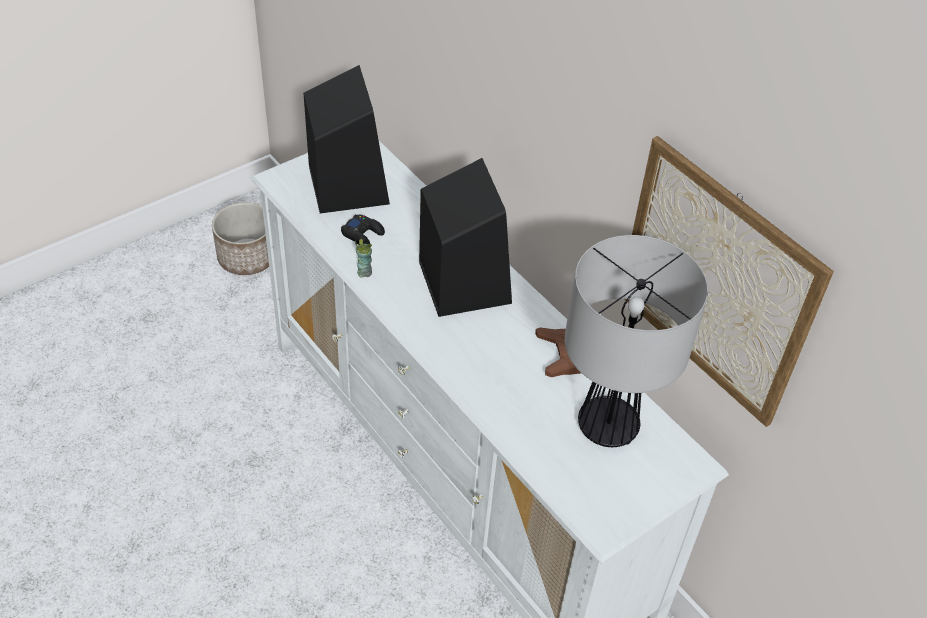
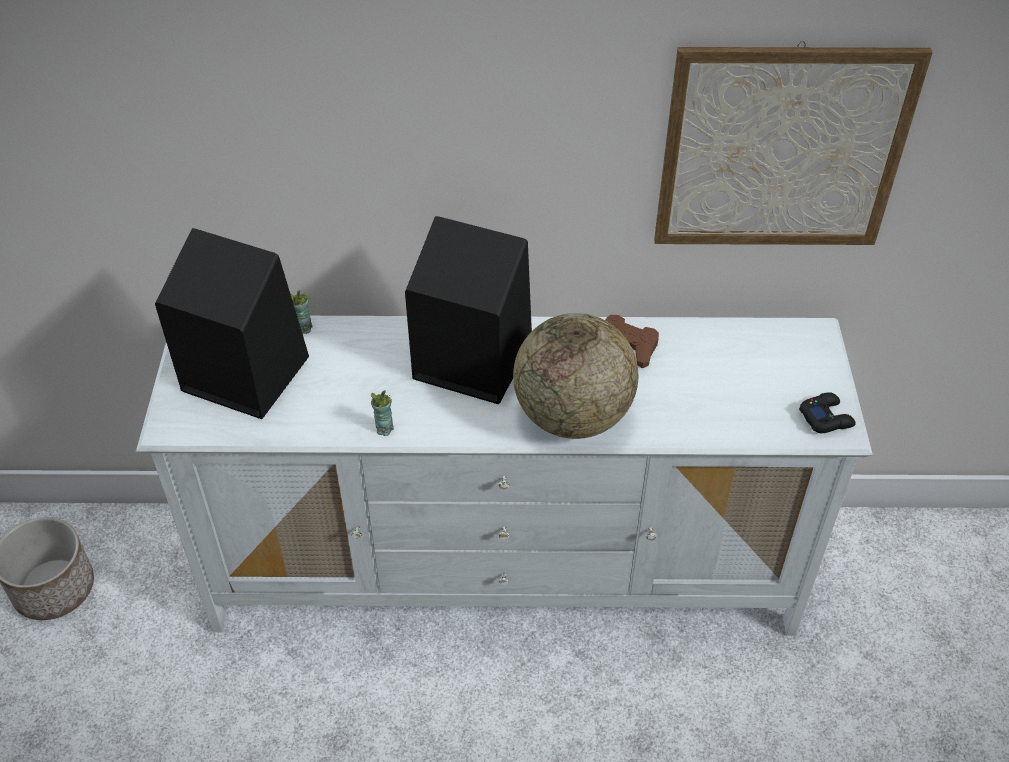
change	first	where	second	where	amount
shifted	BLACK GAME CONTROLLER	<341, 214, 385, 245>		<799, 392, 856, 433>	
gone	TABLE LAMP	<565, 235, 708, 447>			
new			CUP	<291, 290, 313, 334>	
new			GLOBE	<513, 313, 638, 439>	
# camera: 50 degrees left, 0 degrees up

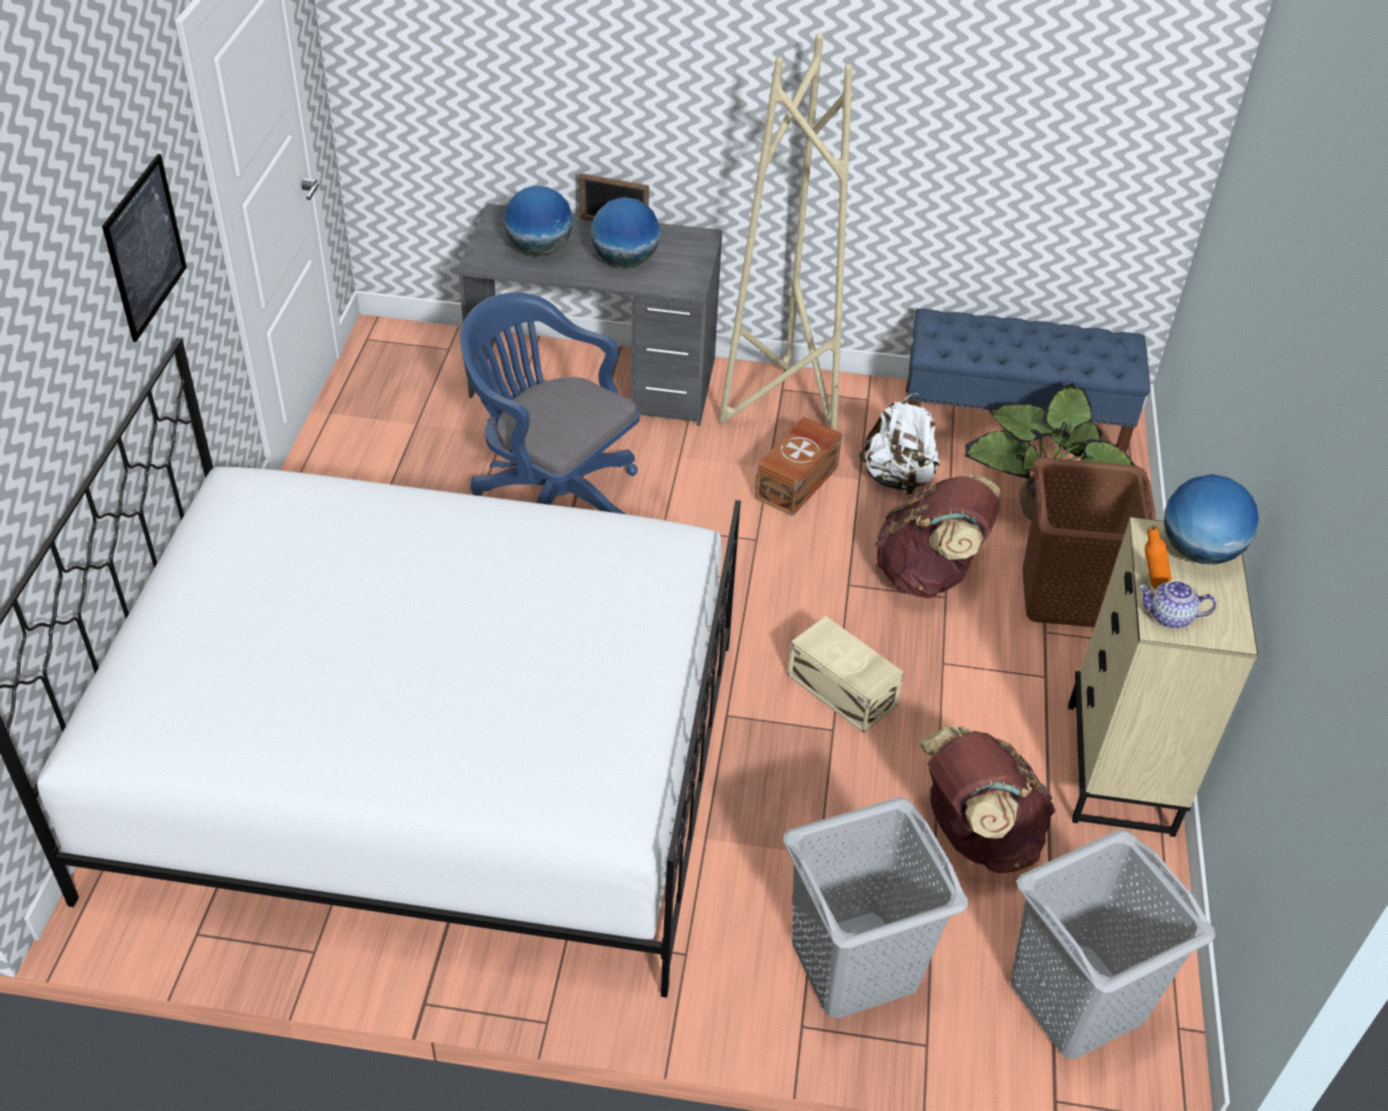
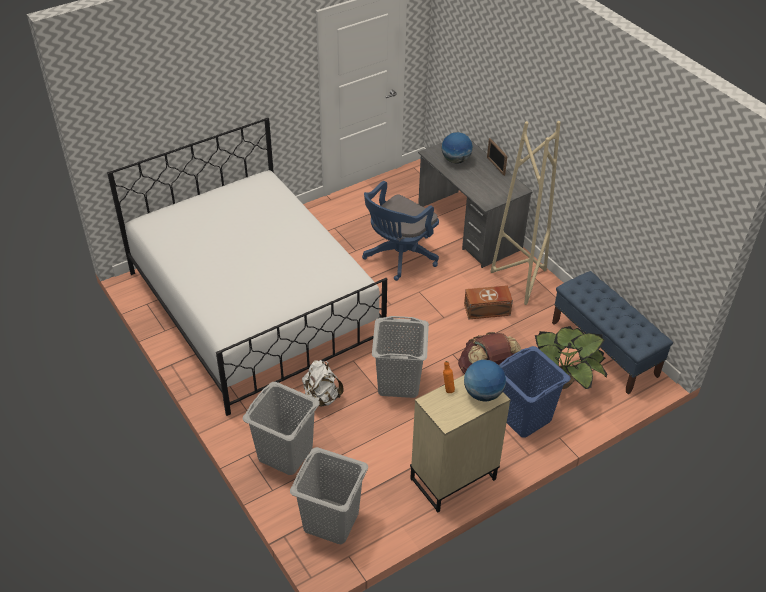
change	first	where	second	where	amount
gone	PICTURE	<102, 154, 187, 342>			
gone	GLOBE	<591, 197, 660, 268>			
rotated	BLUE OFFICE CHAIR	<460, 292, 640, 514>		<362, 181, 439, 281>	135 degrees counterclockwise
shifted	WHITE BACKPACK	<859, 393, 940, 494>		<302, 360, 344, 407>	
repainted	BROWN LAUNDRY BASKET	<1023, 457, 1156, 627>	BLUE LAUNDRY BASKET	<499, 346, 571, 437>	
gone	TEAPOT	<1139, 580, 1216, 628>			
swapped	BEIGE STORAGE BOX	<787, 616, 904, 733>	GREY LAUNDRY BASKET	<372, 316, 429, 398>	
gone	BROWN BACKPACK	<919, 725, 1056, 873>			
# camera: 50 degrees right, 0 degrees up

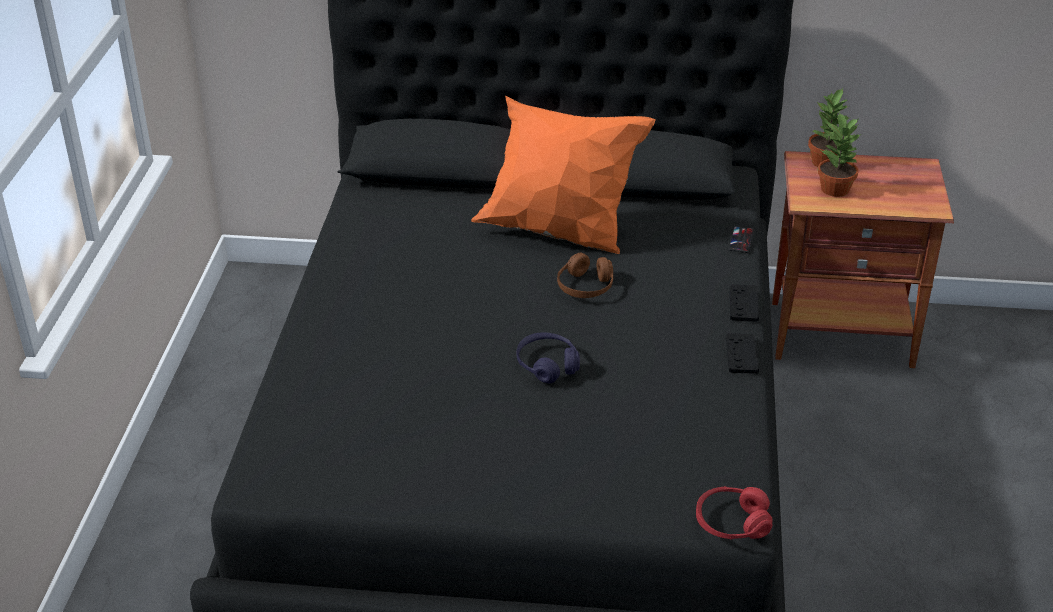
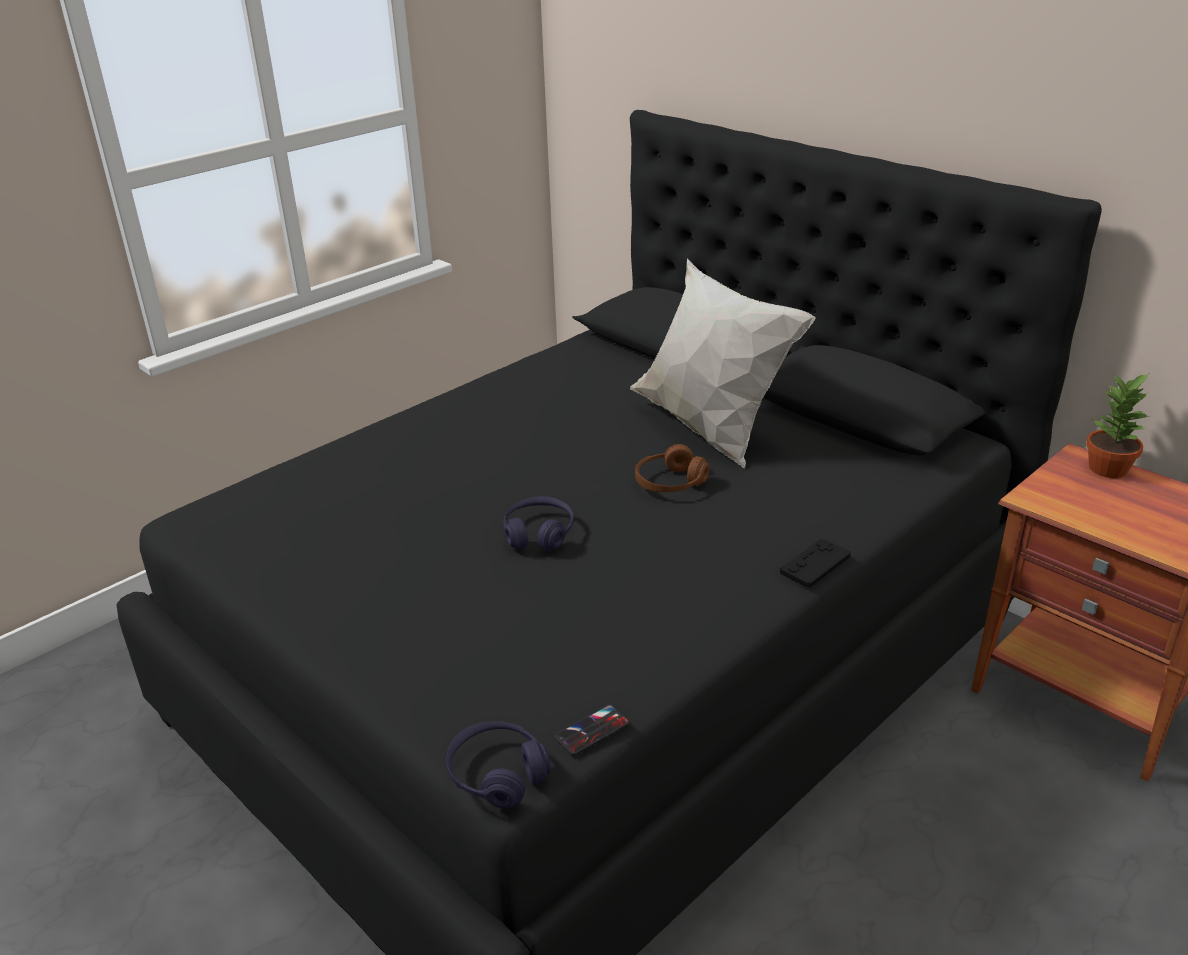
change	first	where	second	where	amount
repainted	ORANGE PILLOW	<471, 96, 656, 254>	WHITE PILLOW	<630, 258, 816, 468>	
gone	POTTED PLANT	<818, 111, 860, 197>			
shifted	PHONE	<728, 226, 754, 253>		<554, 704, 630, 756>	
gone	BLACK GAME CONTROLLER	<726, 333, 759, 374>			
repainted	RED HEADPHONES	<696, 486, 773, 540>	PURPLE HEADPHONES	<446, 721, 551, 808>	
# camera: 40 degrees right, 5 degrees down

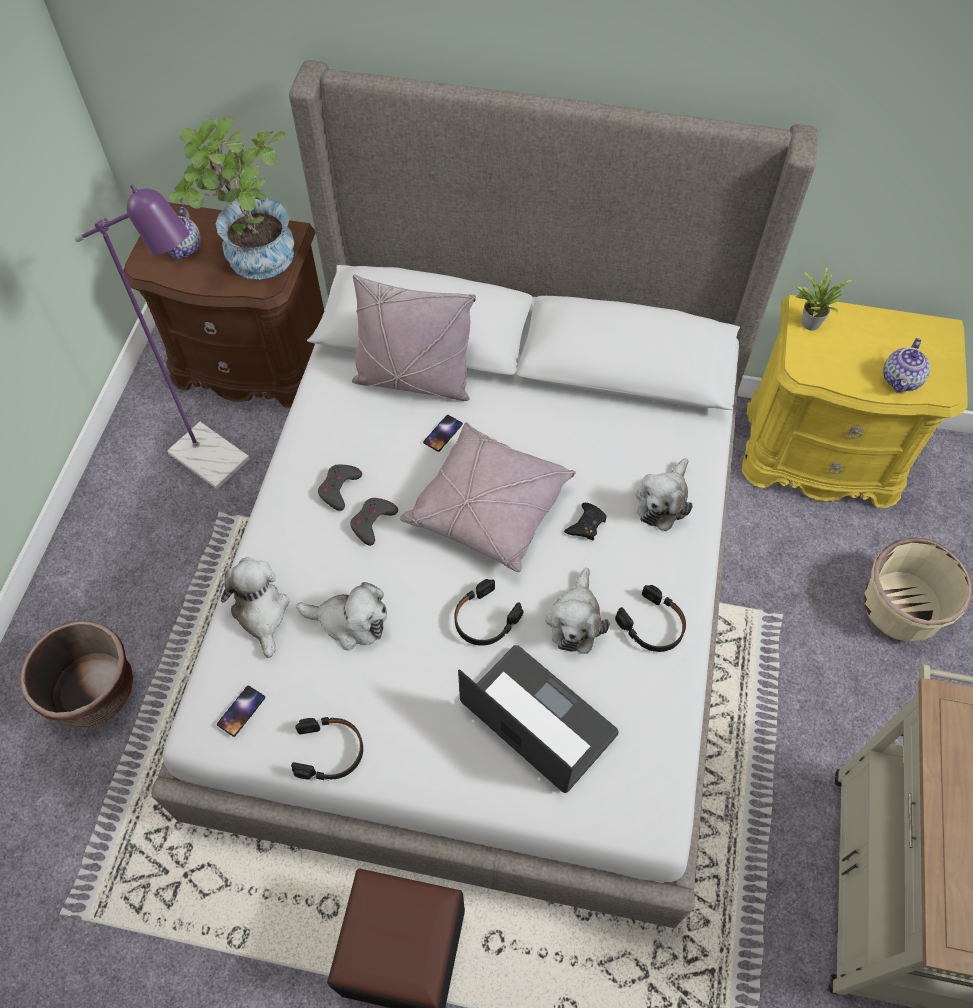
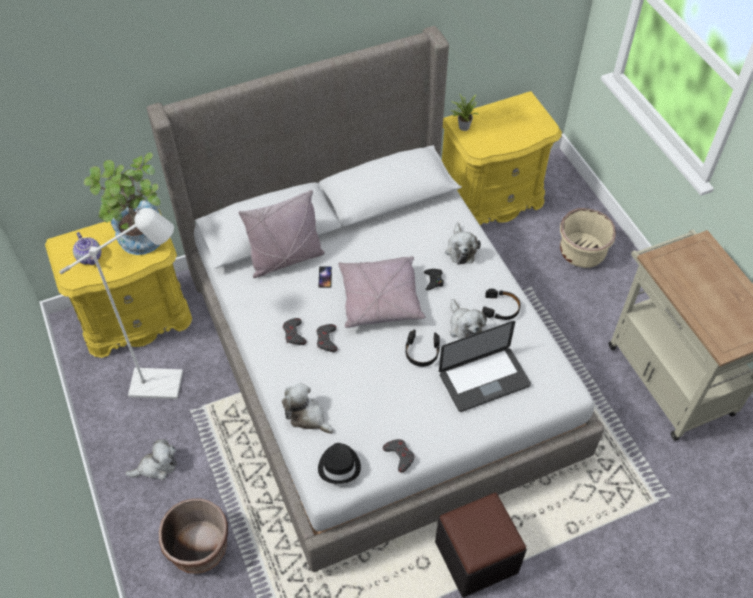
change	first	where	second	where	amount
repainted	PURPLE FLOOR LAMP	<75, 184, 250, 489>	WHITE FLOOR LAMP	<59, 208, 183, 399>	
repainted	BROWN NIGHTSTAND	<123, 202, 324, 408>	YELLOW NIGHTSTAND	<45, 209, 192, 358>	
gone	TEAPOT	<883, 338, 930, 393>			
shifted	PLUSH TOY	<296, 582, 387, 651>		<126, 439, 177, 480>	
rotated	LAPTOP	<458, 645, 619, 793>		<439, 321, 531, 412>	150 degrees clockwise
swapped	PHONE	<217, 686, 265, 737>	BLACK HAT	<318, 443, 361, 484>	
swapped	BLACK HEADPHONES	<291, 717, 363, 780>	GREY GAME CONTROLLER	<383, 439, 415, 473>	
# camera: 35 degrees left, 5 degrees down

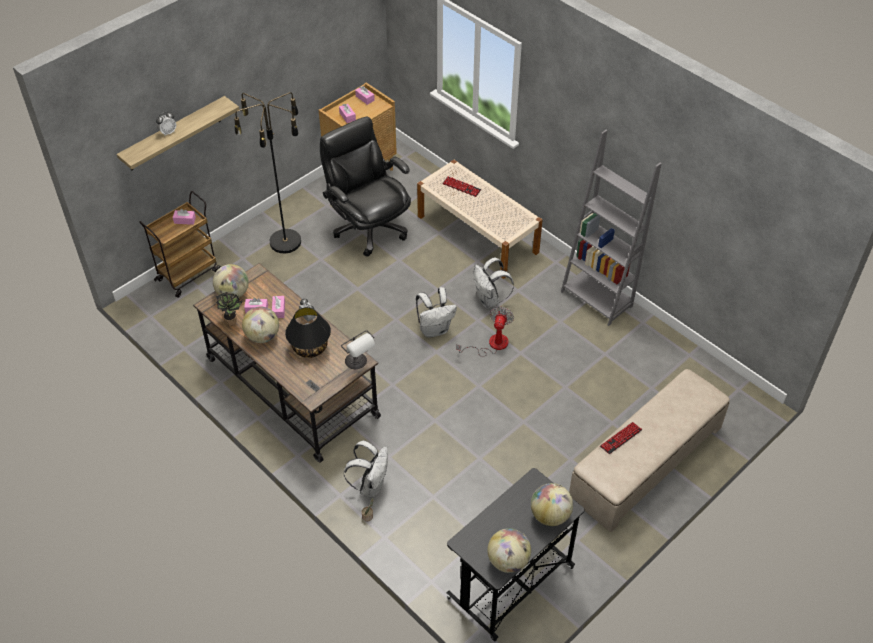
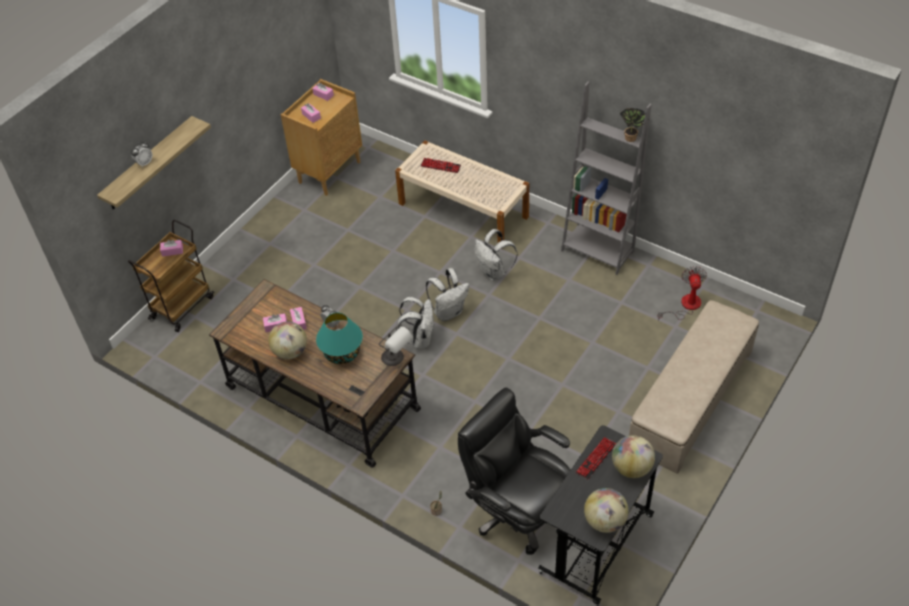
change	first	where	second	where	amount
gone	FLOOR LAMP	<234, 92, 301, 254>			
shifted	BLACK OFFICE CHAIR	<320, 117, 411, 257>		<458, 388, 571, 555>	
gone	GLOBE	<213, 264, 249, 298>			
shifted	POTTED PLANT	<216, 292, 243, 326>		<620, 108, 645, 142>	
repainted	BLACK TABLE LAMP	<285, 307, 331, 358>	TURQUOISE TABLE LAMP	<316, 313, 363, 364>	
shifted	FAN	<456, 307, 514, 357>		<657, 266, 707, 321>	
shifted	KEYBOARD	<600, 422, 642, 454>		<576, 437, 617, 479>	
shifted	WHITE BACKPACK	<344, 440, 388, 497>		<396, 297, 435, 348>	
# camera: 10 degrees left, 0 degrees up

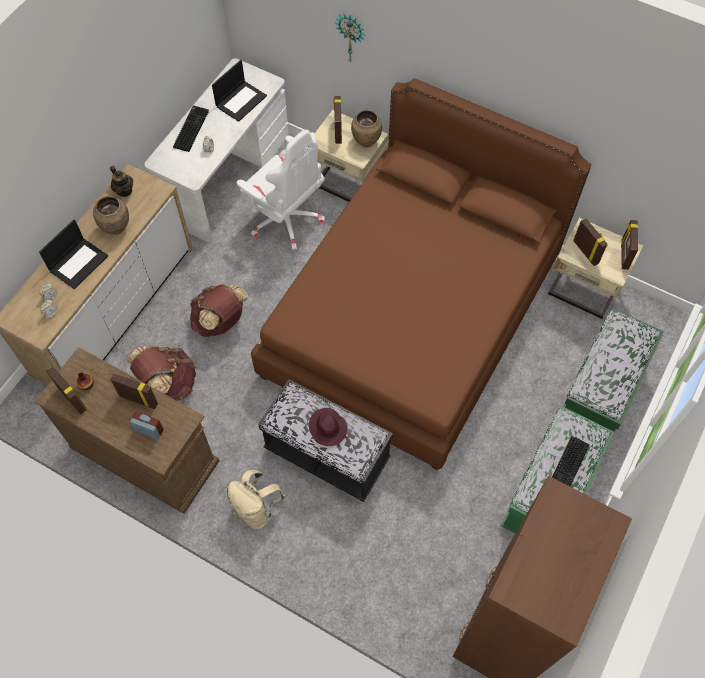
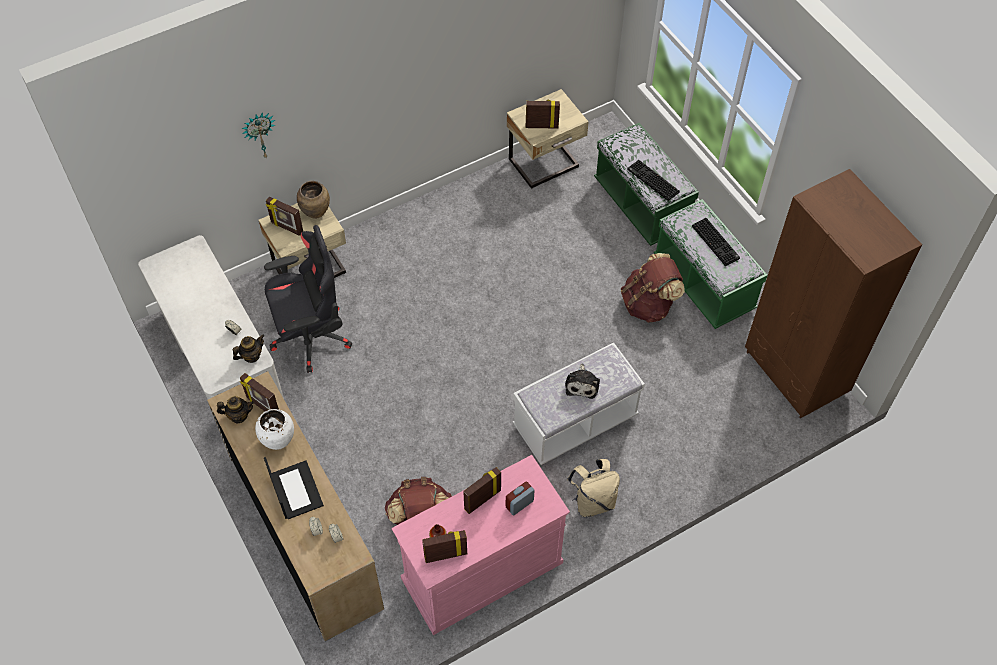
change	first	where	second	where	amount
gone	LAPTOP	<212, 60, 267, 122>			
gone	BROWN BED	<251, 78, 591, 470>			
shifted	KEYBOARD	<173, 105, 209, 152>		<627, 160, 680, 201>	
repainted	WHITE OFFICE CHAIR	<237, 130, 325, 250>	BLACK OFFICE CHAIR	<264, 225, 352, 373>	
repainted	BROWN VASE	<93, 196, 129, 235>	WHITE VASE	<255, 409, 294, 450>	
shifted	PICTURE FRAME	<621, 220, 638, 270>		<240, 373, 279, 411>	
shifted	BROWN BACKPACK	<190, 284, 249, 337>		<621, 253, 685, 323>	
repainted	BROWN DRESSER	<35, 347, 220, 514>	PINK DRESSER	<391, 455, 570, 635>	
repainted	BLACK BENCH	<258, 379, 393, 502>	WHITE BENCH	<513, 342, 645, 465>	
swapped	PURPLE HAT	<309, 408, 347, 446>	PLUSH TOY	<565, 363, 600, 399>	
new			TEAPOT	<233, 334, 264, 363>	
# camera: 60 degrees left, 5 degrees down

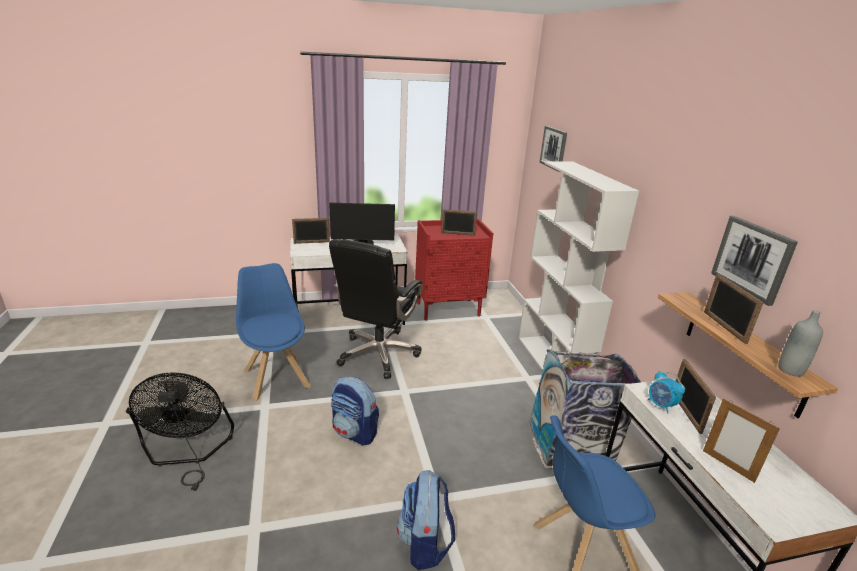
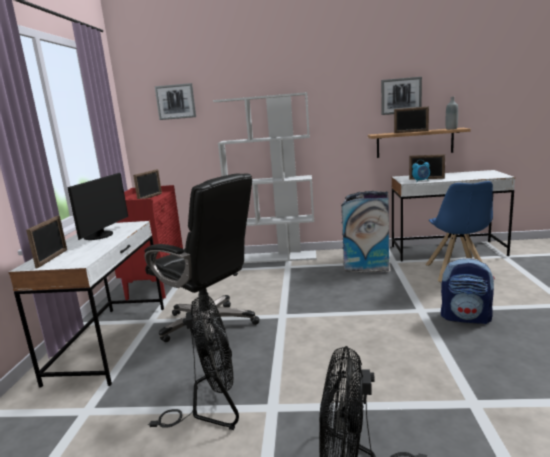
change	first	where	second	where	amount
swapped	BLUE CHAIR	<236, 263, 311, 401>	BLACK FAN	<149, 295, 239, 430>	
gone	BACKPACK	<331, 377, 379, 446>			
gone	PICTURE FRAME	<703, 399, 780, 483>			
# camera: 70 degrees left, 10 degrees down

